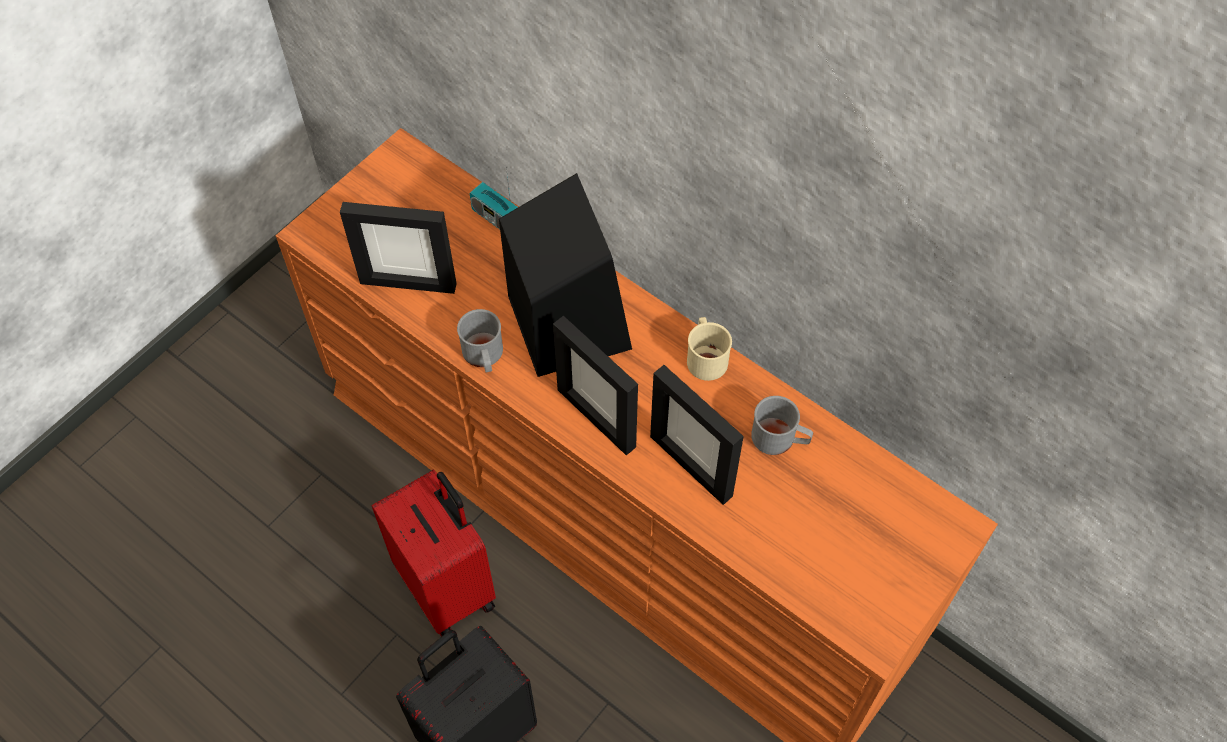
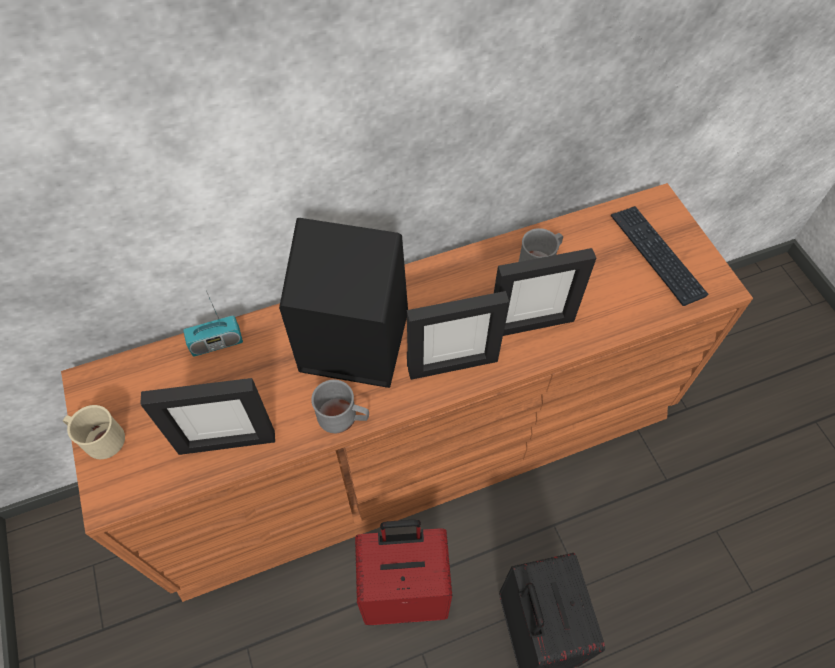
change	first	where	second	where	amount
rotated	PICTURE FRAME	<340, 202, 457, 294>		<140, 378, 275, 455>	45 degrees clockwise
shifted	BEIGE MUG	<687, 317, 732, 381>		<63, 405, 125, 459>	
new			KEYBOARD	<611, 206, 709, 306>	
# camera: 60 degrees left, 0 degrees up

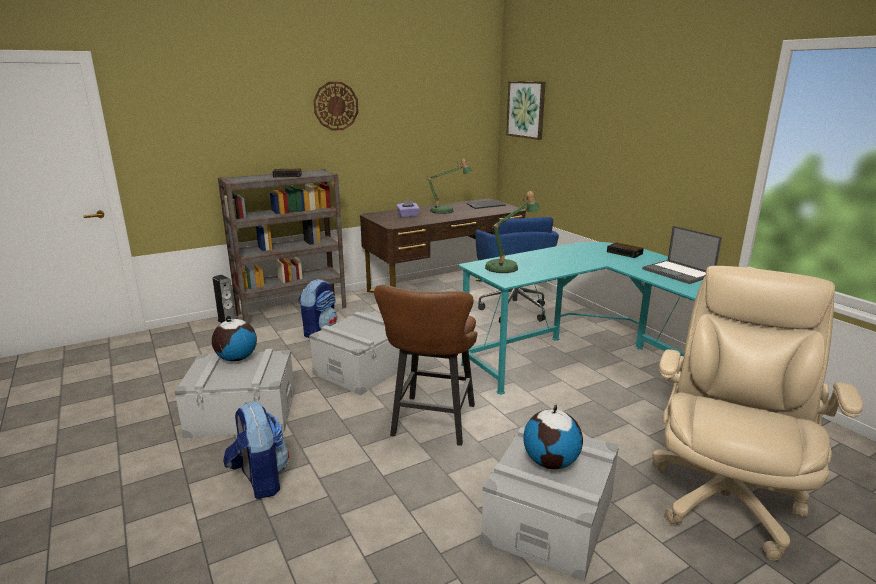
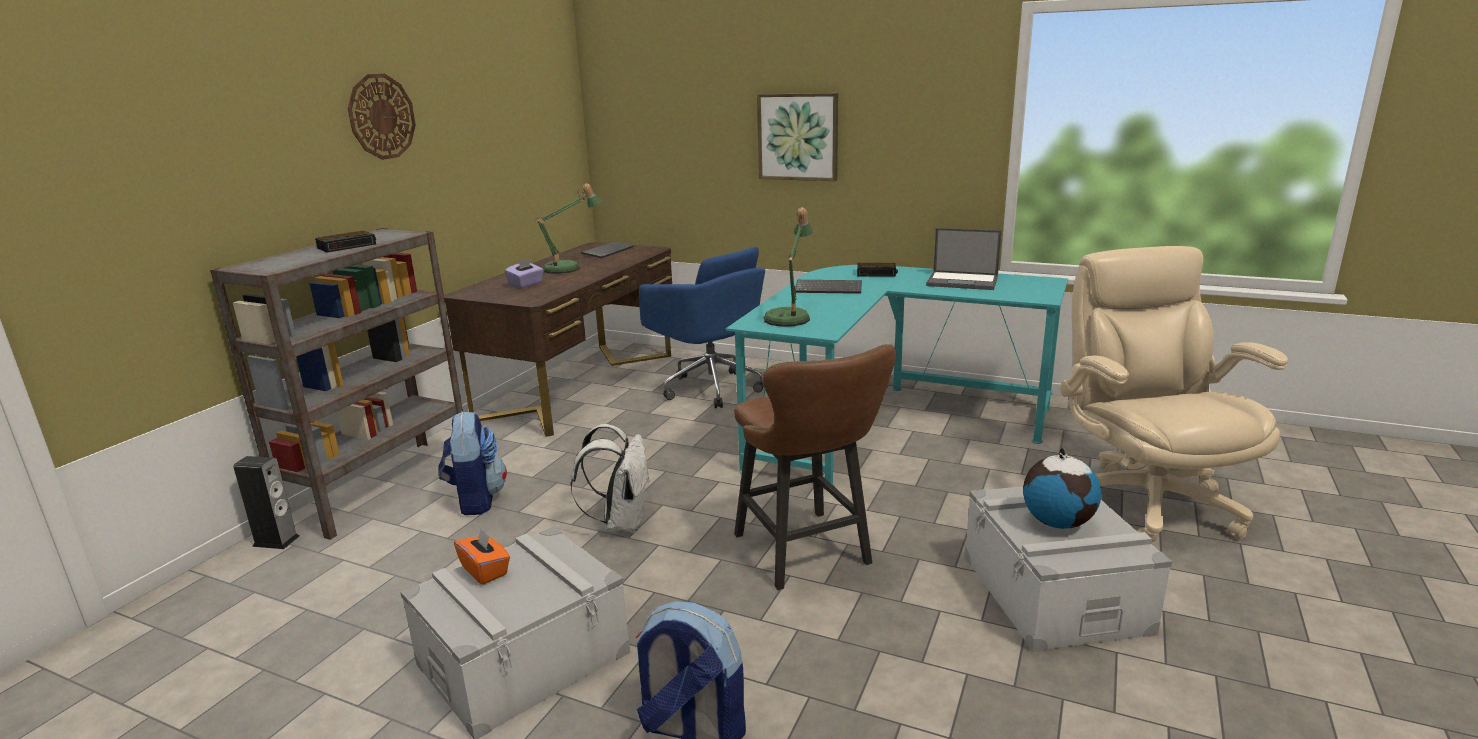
change	first	where	second	where	amount
shifted	PICTURE	<506, 81, 545, 140>		<757, 93, 838, 181>	
swapped	GREY STORAGE BOX	<309, 309, 412, 395>	WHITE BACKPACK	<570, 424, 650, 533>	
swapped	GLOBE	<212, 316, 257, 362>	ORANGE TISSUE BOX	<454, 527, 510, 585>	
new			KEYBOARD	<795, 280, 862, 294>	
# camera: 35 degrees left, 0 degrees up

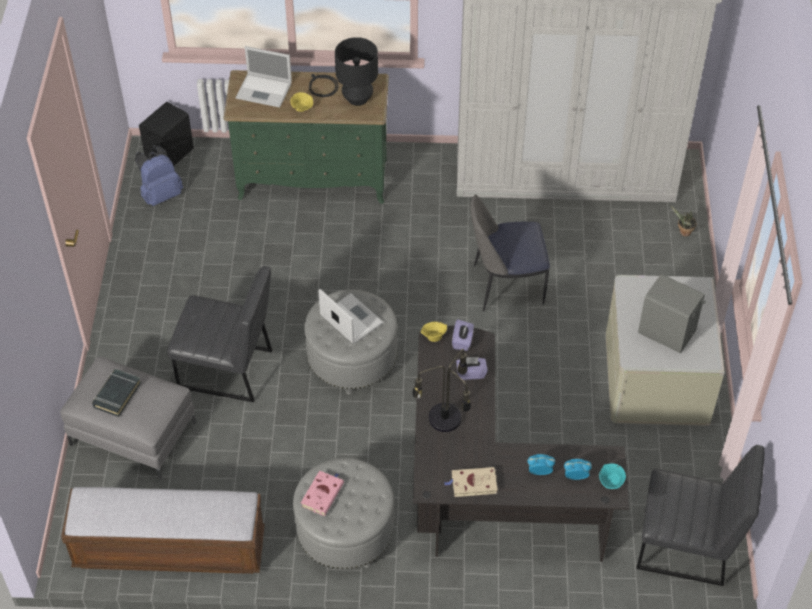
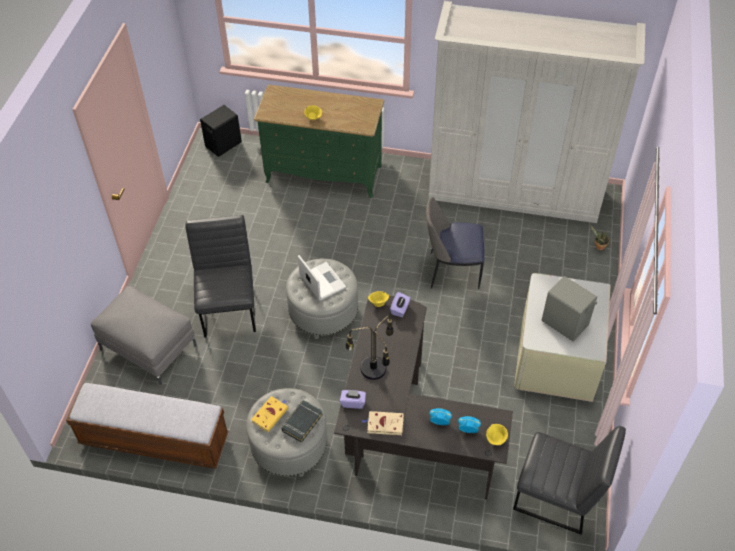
change	first	where	second	where	amount
gone	BLACK TABLE LAMP	<309, 37, 378, 106>			
gone	LAPTOP	<235, 46, 292, 108>			
gone	BLUE BACKPACK	<135, 145, 183, 206>			
rotated	GREY CHAIR	<168, 266, 272, 402>		<186, 215, 256, 338>	120 degrees counterclockwise
shifted	PURPLE TISSUE BOX	<456, 357, 488, 380>		<340, 390, 366, 409>	
shifted	BLACK BOOK	<92, 369, 141, 417>		<281, 400, 323, 443>	
repainted	TURQUOISE BOWL	<599, 463, 626, 489>	YELLOW BOWL	<486, 424, 508, 445>	
repainted	PINK BOOK	<301, 471, 344, 516>	YELLOW BOOK	<251, 396, 289, 432>	
# camera: 10 degrees right, 0 degrees up

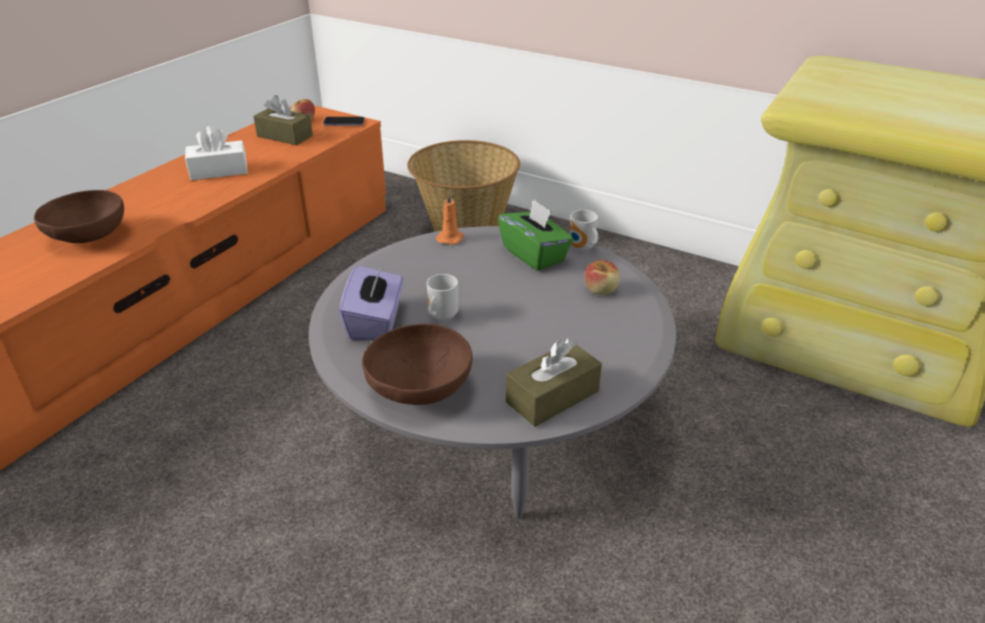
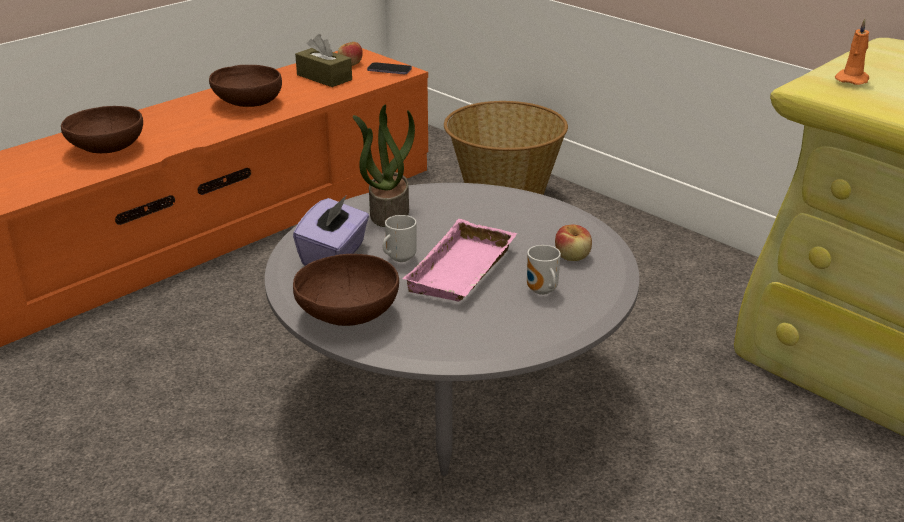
change	first	where	second	where	amount
swapped	WHITE TISSUE BOX	<185, 126, 248, 180>	BROWN BOWL	<209, 65, 282, 107>	
shifted	ORANGE CANDLE	<436, 192, 464, 245>		<835, 19, 869, 85>	
gone	GREEN TISSUE BOX	<498, 199, 573, 271>			
shifted	MUG	<570, 210, 598, 251>		<527, 245, 561, 295>	
gone	BROWN TISSUE BOX	<506, 338, 602, 427>			
new			POTTED PLANT	<353, 104, 415, 227>	
new			PINK TRAY	<402, 219, 517, 302>	
# camera: 15 degrees right, 5 degrees down

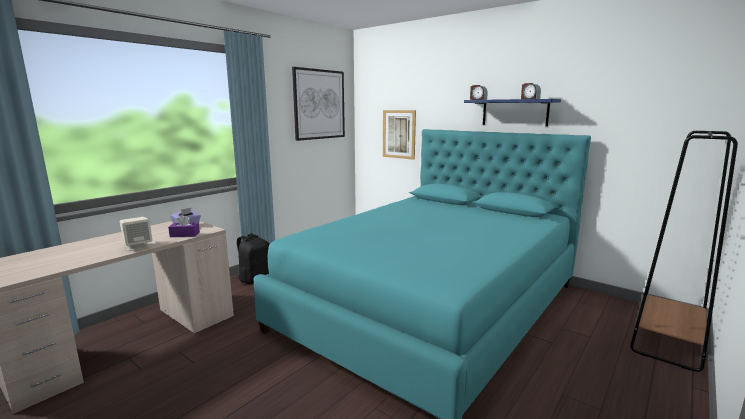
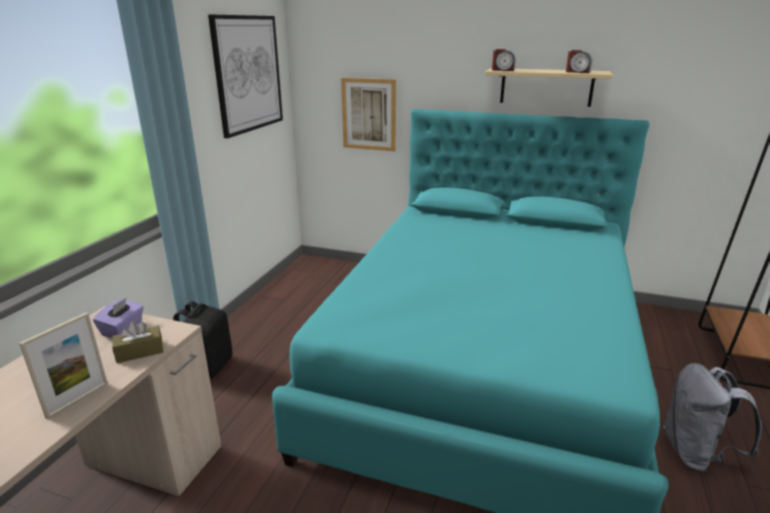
change	first	where	second	where	amount
repainted	BLUE SHELF	<464, 99, 561, 126>	BEIGE SHELF	<485, 68, 613, 107>	
repainted	PURPLE TISSUE BOX	<168, 215, 200, 237>	BROWN TISSUE BOX	<112, 321, 163, 363>	
swapped	BEIGE SPEAKER	<120, 217, 153, 251>	PICTURE FRAME	<19, 312, 108, 420>	
new			GREY BACKPACK	<663, 363, 762, 472>	
# camera: 20 degrees left, 10 degrees up

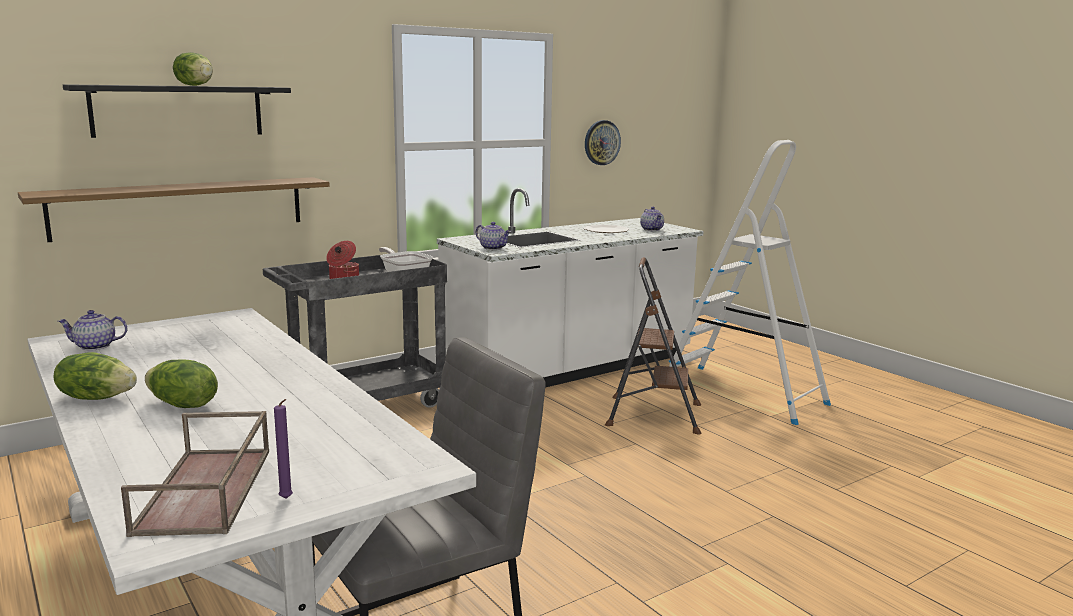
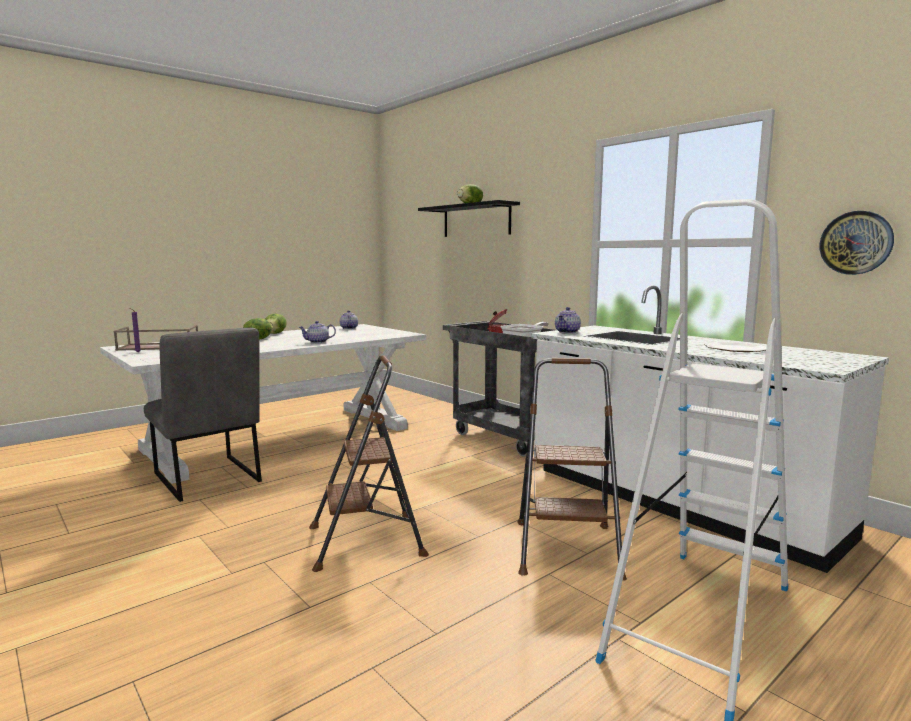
change	first	where	second	where	amount
gone	SHELF	<18, 177, 330, 242>			
shifted	TEAPOT	<640, 207, 664, 231>		<298, 321, 336, 343>	
new			BROWN STEP LADDER	<309, 355, 429, 572>	
# camera: 85 degrees right, 5 degrees down

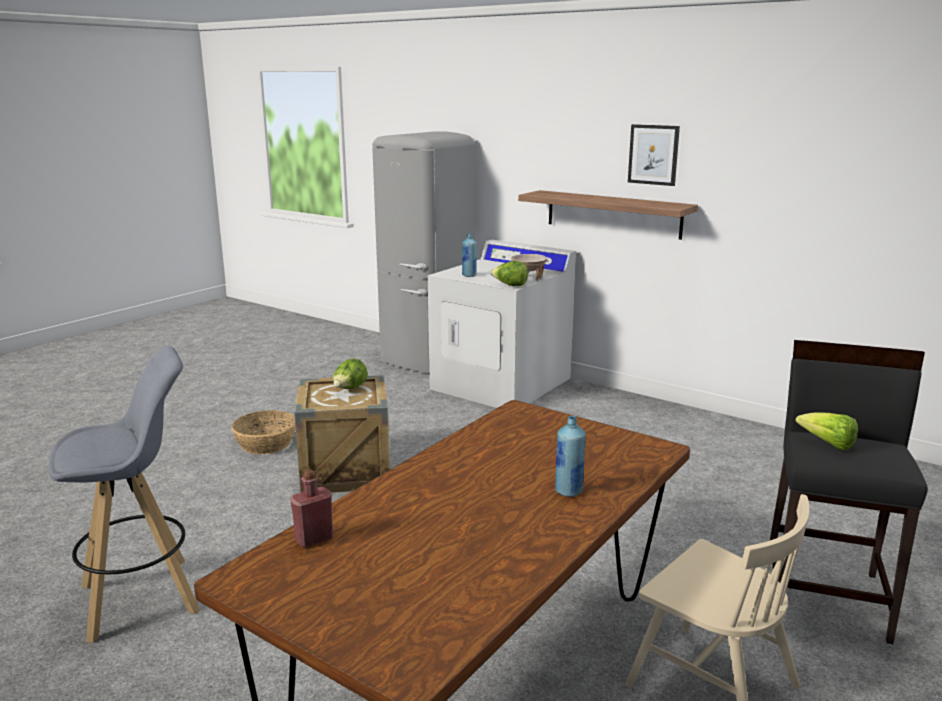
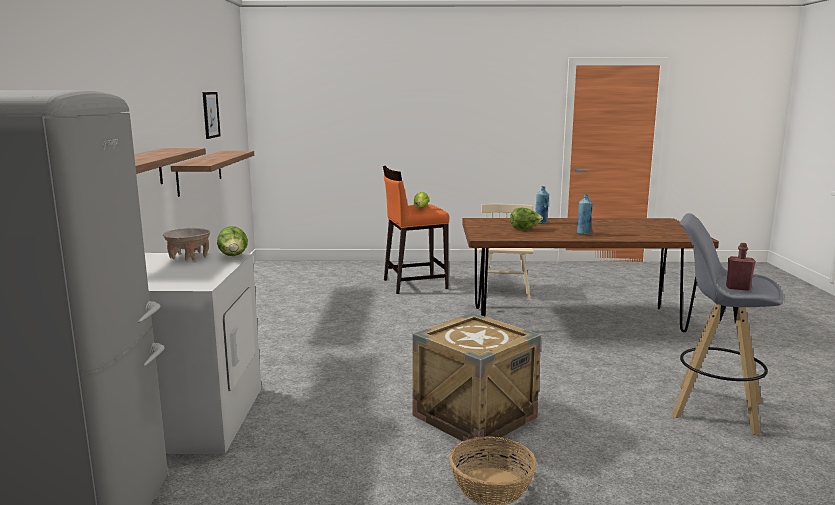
change	first	where	second	where	amount
shifted	PICTURE	<628, 124, 680, 186>		<203, 92, 221, 139>	
shifted	BLUE BOTTLE	<462, 233, 477, 277>		<577, 194, 593, 235>	
repainted	BLACK STOOL	<770, 340, 928, 644>	ORANGE STOOL	<383, 166, 449, 294>	
shifted	LETTUCE	<333, 359, 368, 389>		<510, 207, 543, 230>	
shifted	RED BOTTLE	<291, 470, 333, 548>		<726, 243, 756, 291>	
new			SHELF	<171, 151, 254, 197>	
# camera: 125 degrees left, 5 degrees down

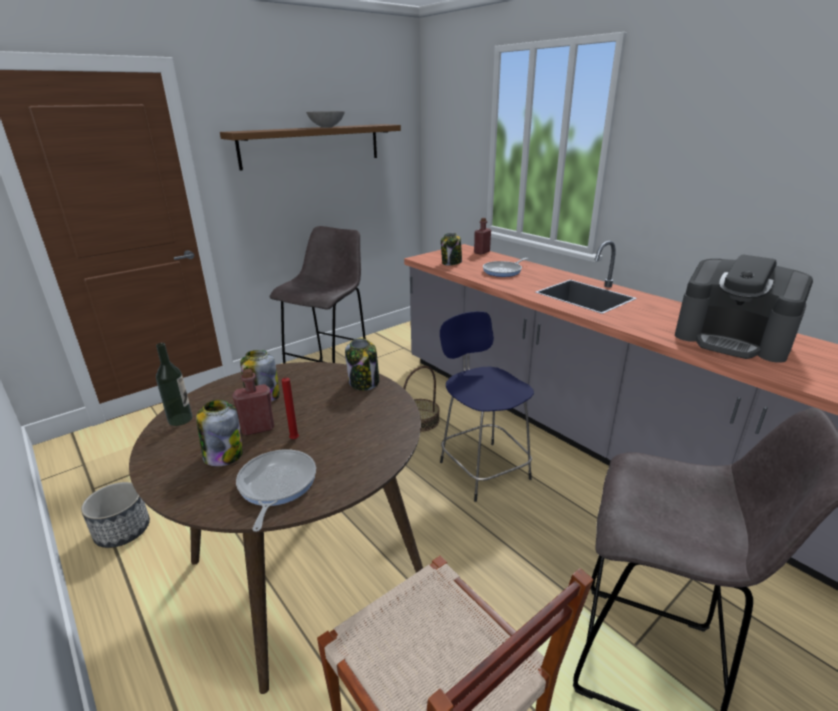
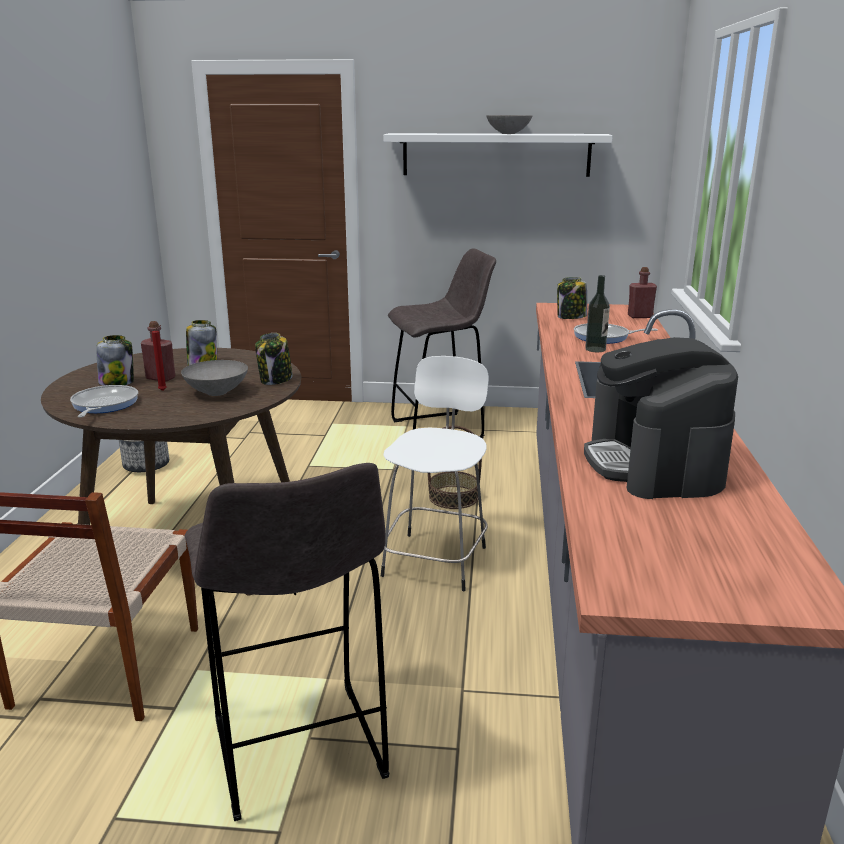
change	first	where	second	where	amount
repainted	BROWN SHELF	<220, 124, 401, 171>	WHITE SHELF	<383, 133, 613, 177>	
repainted	BLUE STOOL	<440, 311, 534, 502>	WHITE STOOL	<381, 356, 489, 591>	
shifted	BOTTLE	<156, 343, 192, 426>		<585, 275, 610, 352>	
rotated	FRYING PAN	<236, 449, 316, 532>		<70, 385, 138, 417>	45 degrees counterclockwise
new			GREY BOWL	<181, 360, 248, 396>	
# camera: 45 degrees right, 5 degrees down

